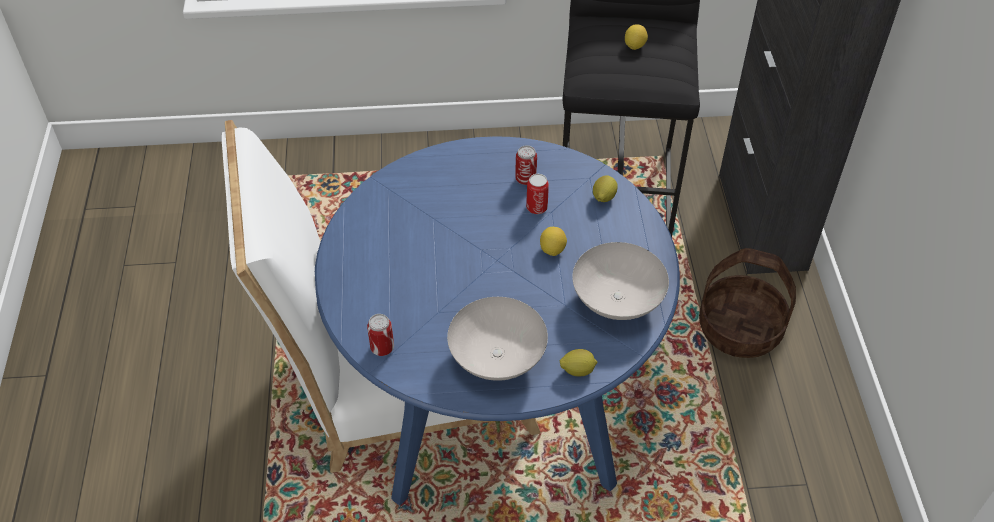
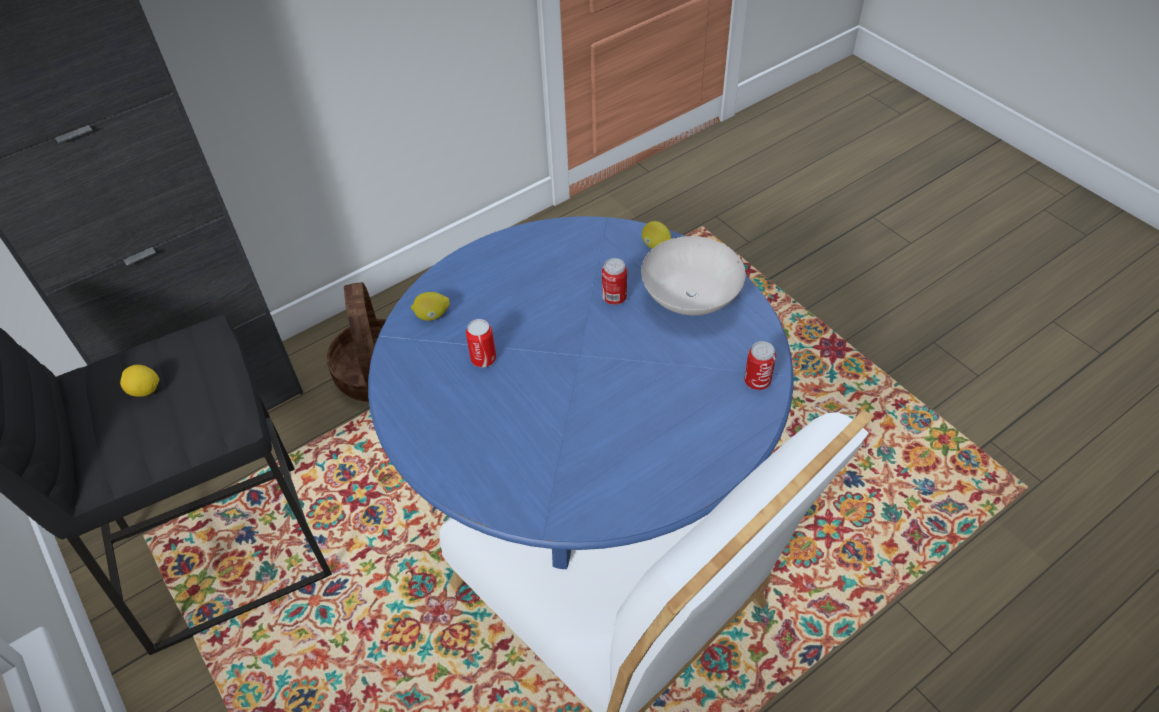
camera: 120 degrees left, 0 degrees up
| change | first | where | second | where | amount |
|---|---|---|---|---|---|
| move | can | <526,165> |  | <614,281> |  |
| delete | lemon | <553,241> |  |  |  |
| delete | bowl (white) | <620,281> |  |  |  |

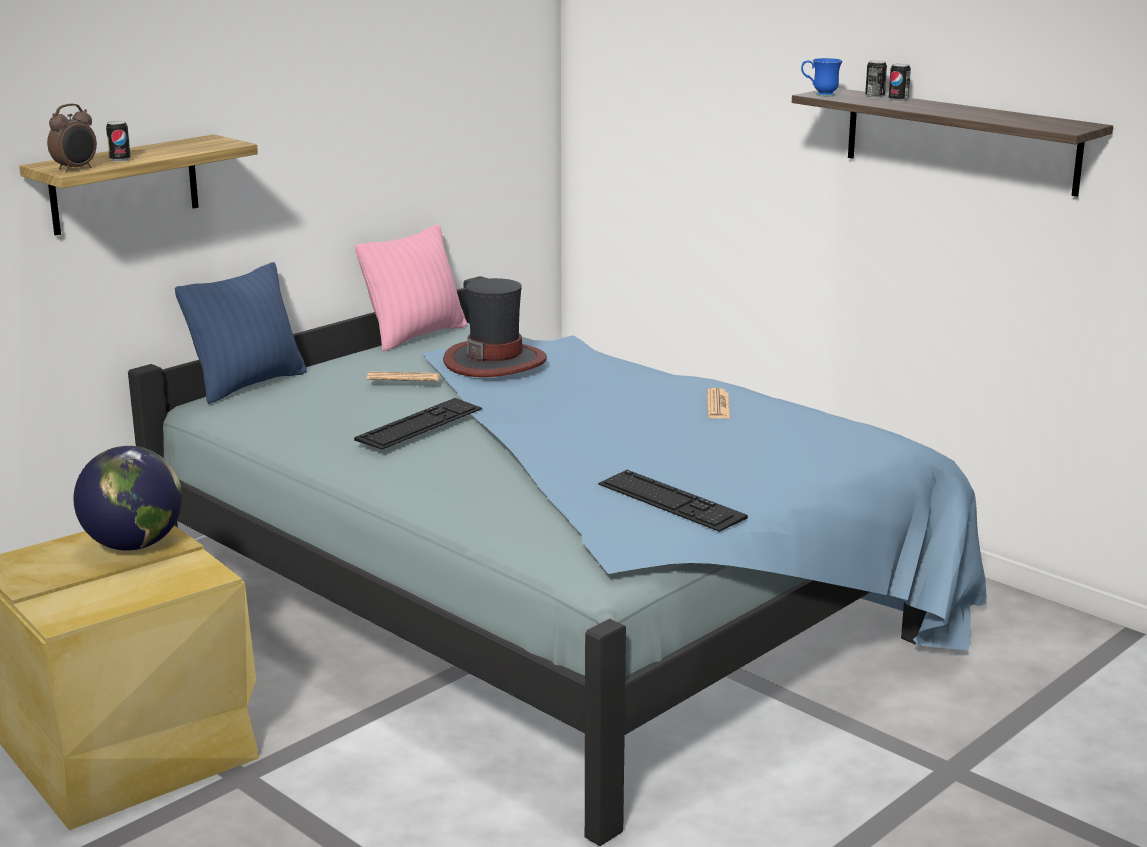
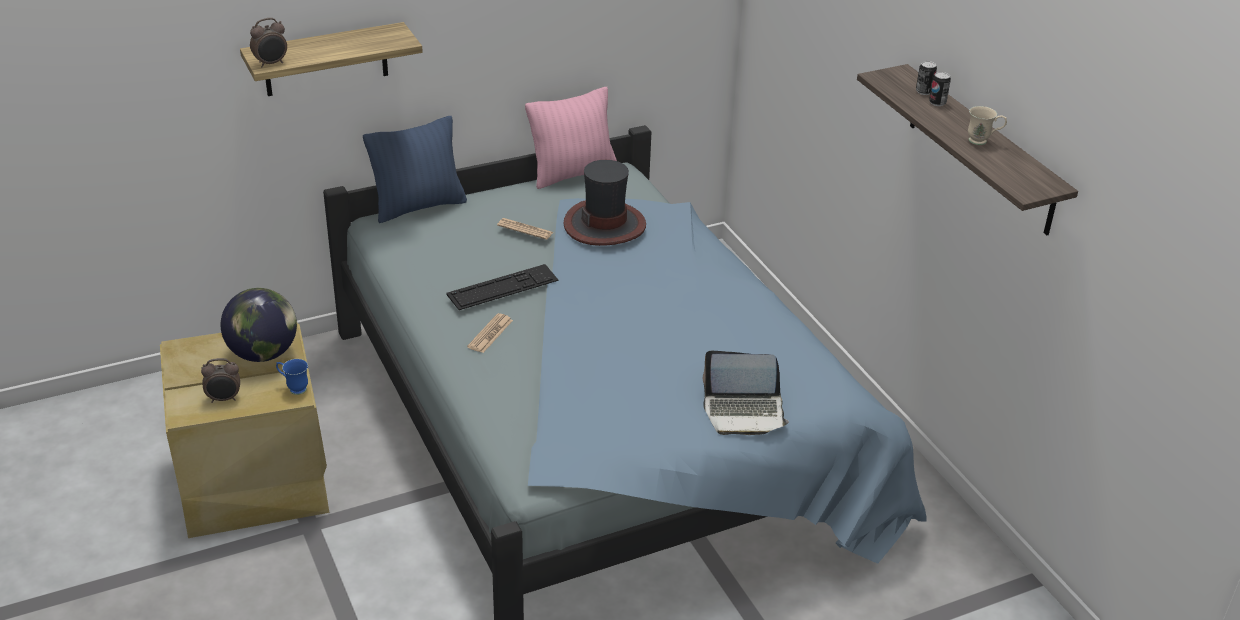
camera: 20 degrees right, 15 degrees up
| change | first | where | second | where | amount |
|---|---|---|---|---|---|
| move | mug (blue) | <821,77> |  | <292,377> |  |
| delete | can | <118,141> |  |  |  |
| move | newspaper | <718,403> |  | <490,333> |  |
| delete | keyboard | <673,501> |  |  |  |
| insert |  |  | mug (beige) | <987,125> |  |
| insert |  |  | laptop | <746,393> |  |
| insert |  |  | alarm clock | <220,380> |  |

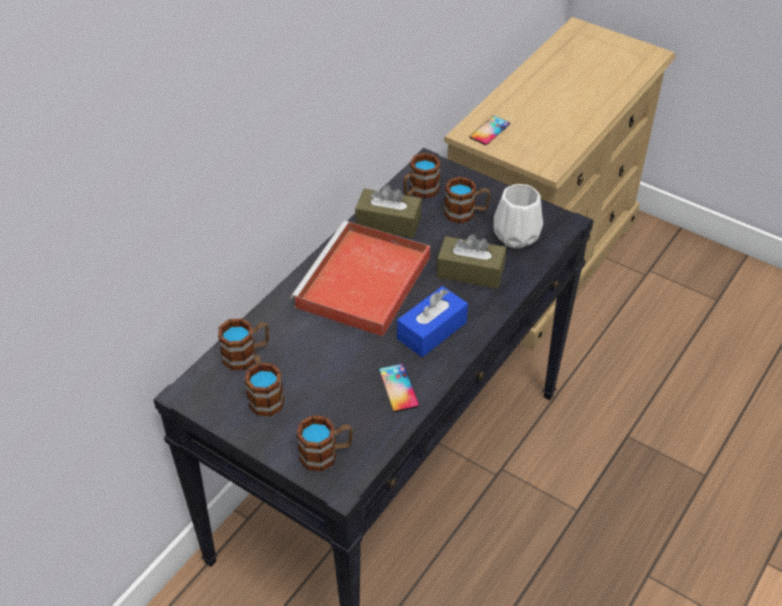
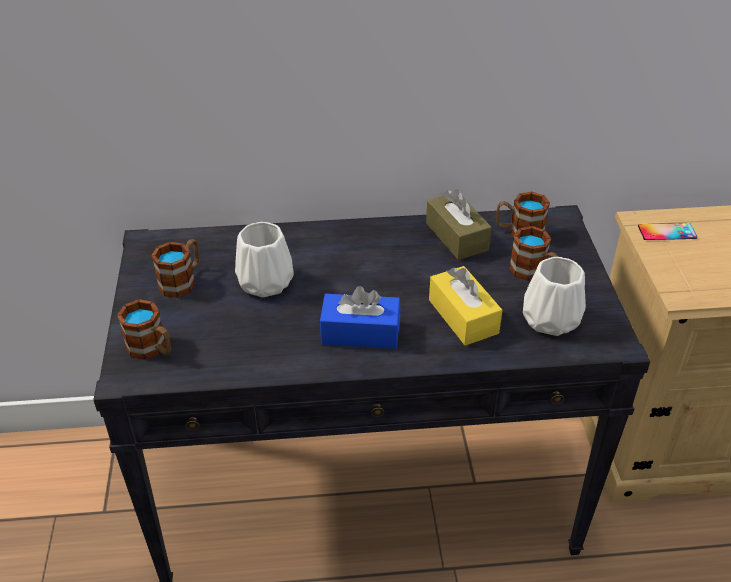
camera: 50 degrees right, 5 degrees down
| change | first | where | second | where | amount |
|---|---|---|---|---|---|
| delete | tray (red) | <360,278> |  |  |  |
| recolor | tissue box (brown) | <471,261> | tissue box (yellow) | <465,305> |  |
| delete | mug | <243,344> |  |  |  |
| delete | phone | <399,388> |  |  |  |
| insert |  |  | vase (white) | <264,260> |  |

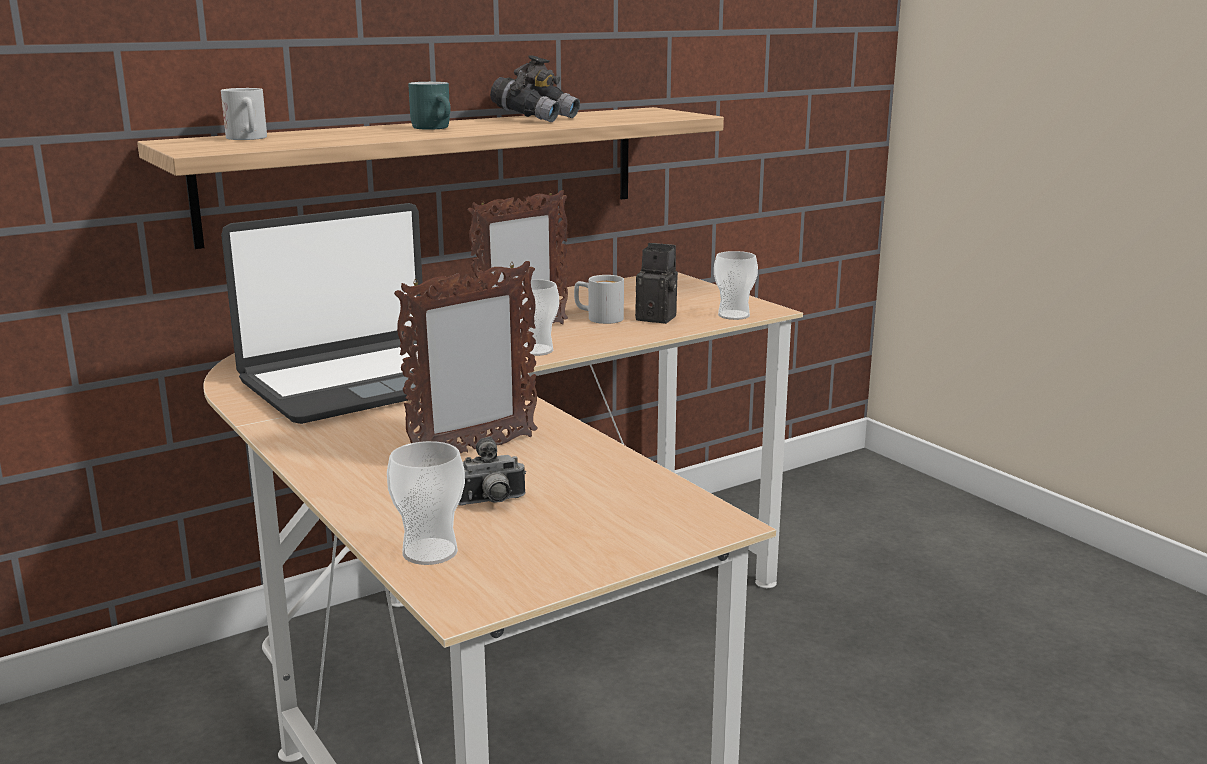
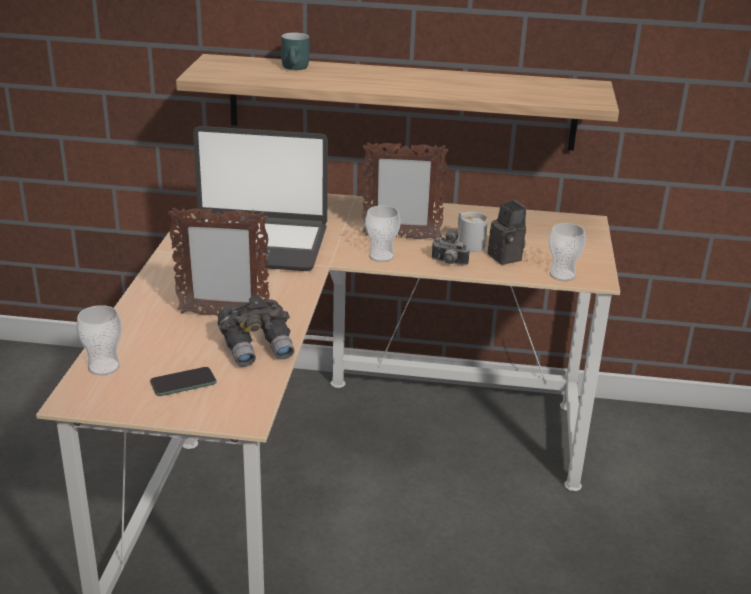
camera: 40 degrees right, 10 degrees up
| change | first | where | second | where | amount |
|---|---|---|---|---|---|
| move | binoculars (grey) | <535,88> |  | <256,331> |  |
| move | mug (turquoise) | <429,106> |  | <295,51> |  |
| delete | mug (white) | <244,114> |  |  |  |
| move | photo camera | <492,471> |  | <450,248> |  |
| insert |  |  | phone | <183,381> |  |

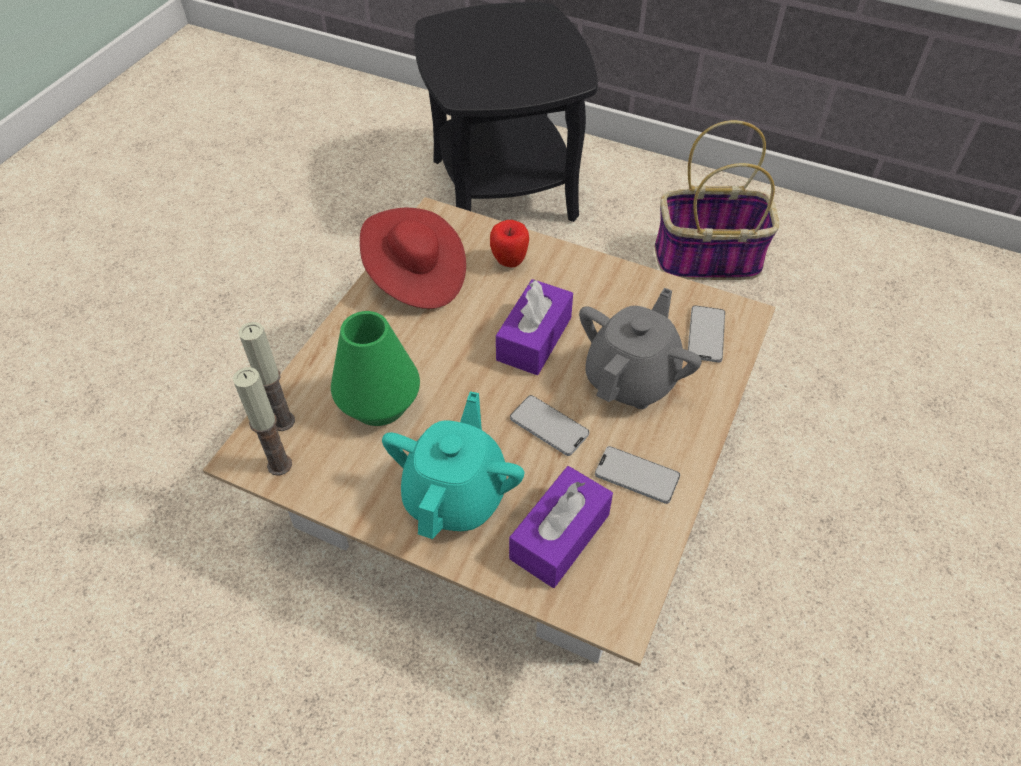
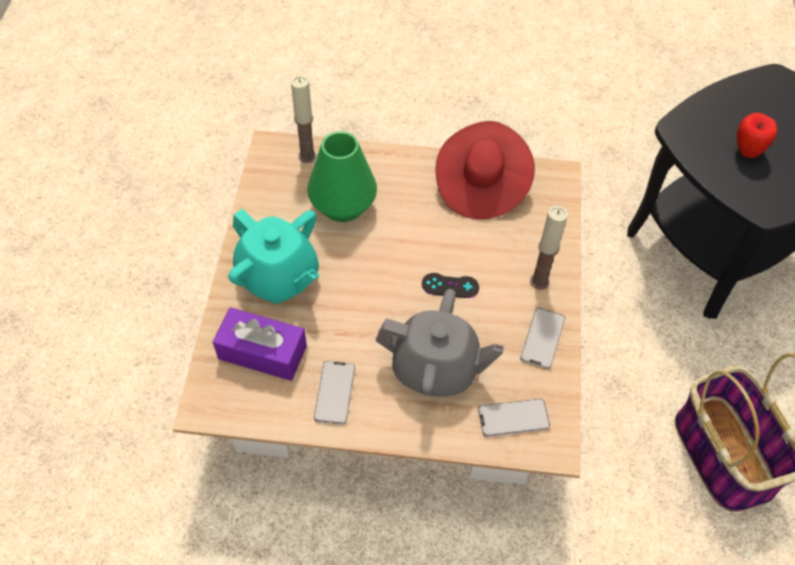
camera: 70 degrees right, 5 degrees up
| change | first | where | second | where | amount |
|---|---|---|---|---|---|
| move | apple | <509,244> |  | <757,135> |  |
| replace | tissue box (purple) | <534,327> | game controller (black) | <450,285> |  |
| move | candle | <262,421> |  | <549,247> |  |
| rotate | teapot (turquoise) | <453,465> |  | <273,256> | 45 degrees clockwise |
| move | phone | <549,425> |  | <542,338> |  |

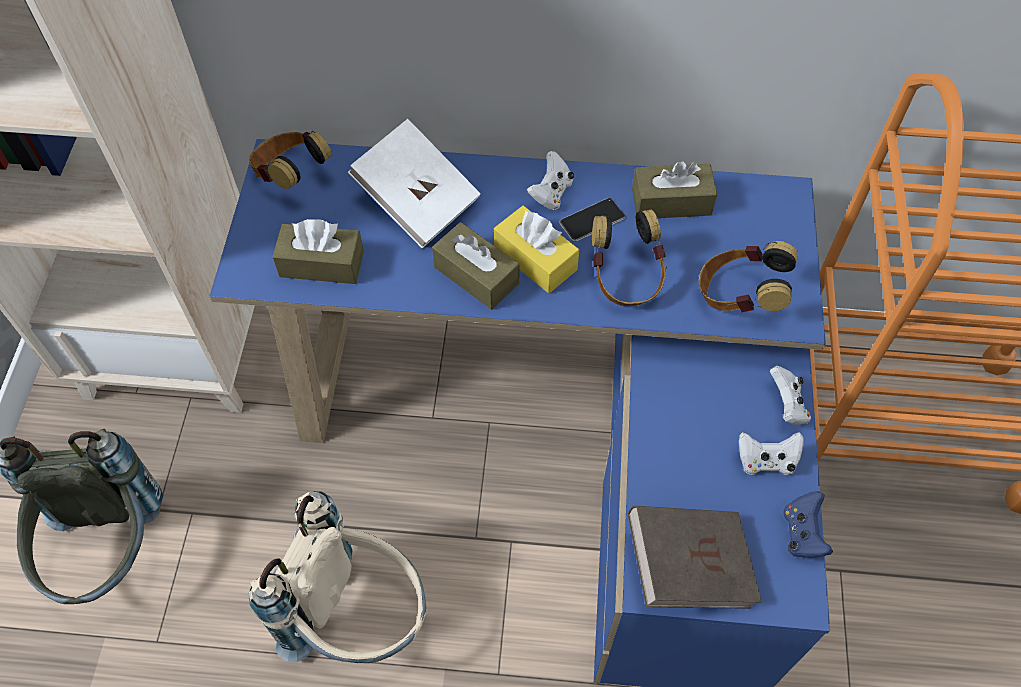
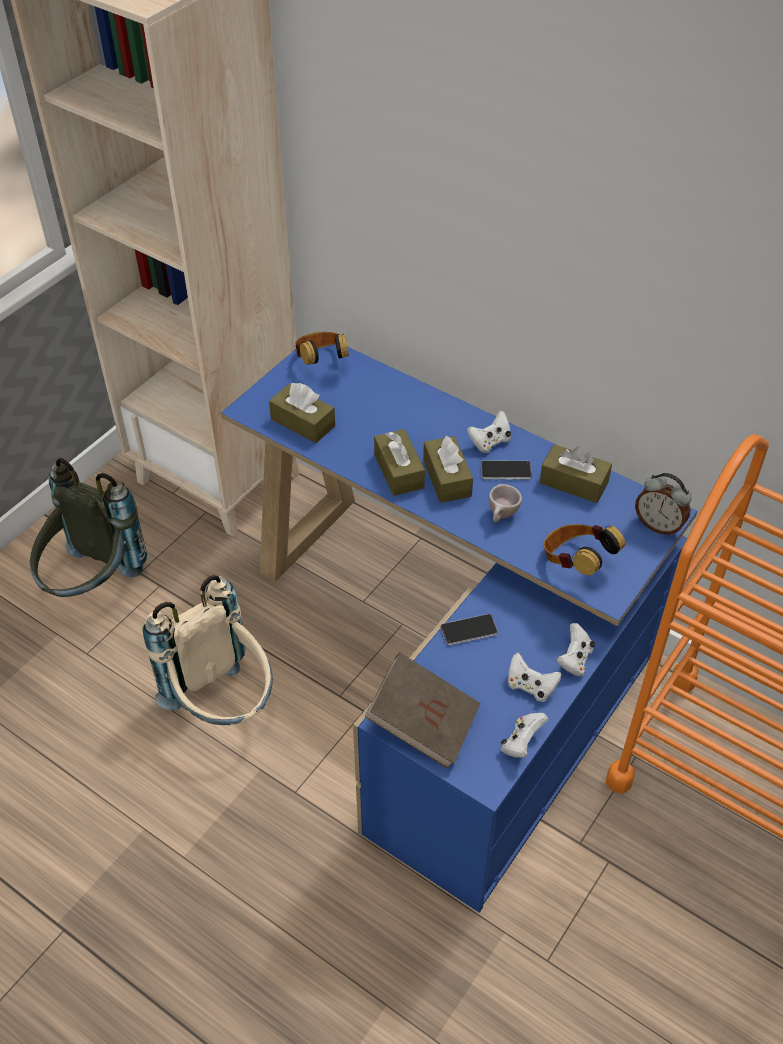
camera: 30 degrees right, 10 degrees down
| change | first | where | second | where | amount |
|---|---|---|---|---|---|
| delete | book (white) | <414,183> |  |  |  |
| recolor | tissue box (yellow) | <536,249> | tissue box (brown) | <448,469> |  |
| replace | headphones | <629,258> | cup (beige) | <505,503> |  |
| recolor | game controller (blue) | <808,524> | game controller (white) | <524,735> |  |
| insert |  |  | alarm clock | <663,504> |  |
| insert |  |  | phone | <469,629> |  |

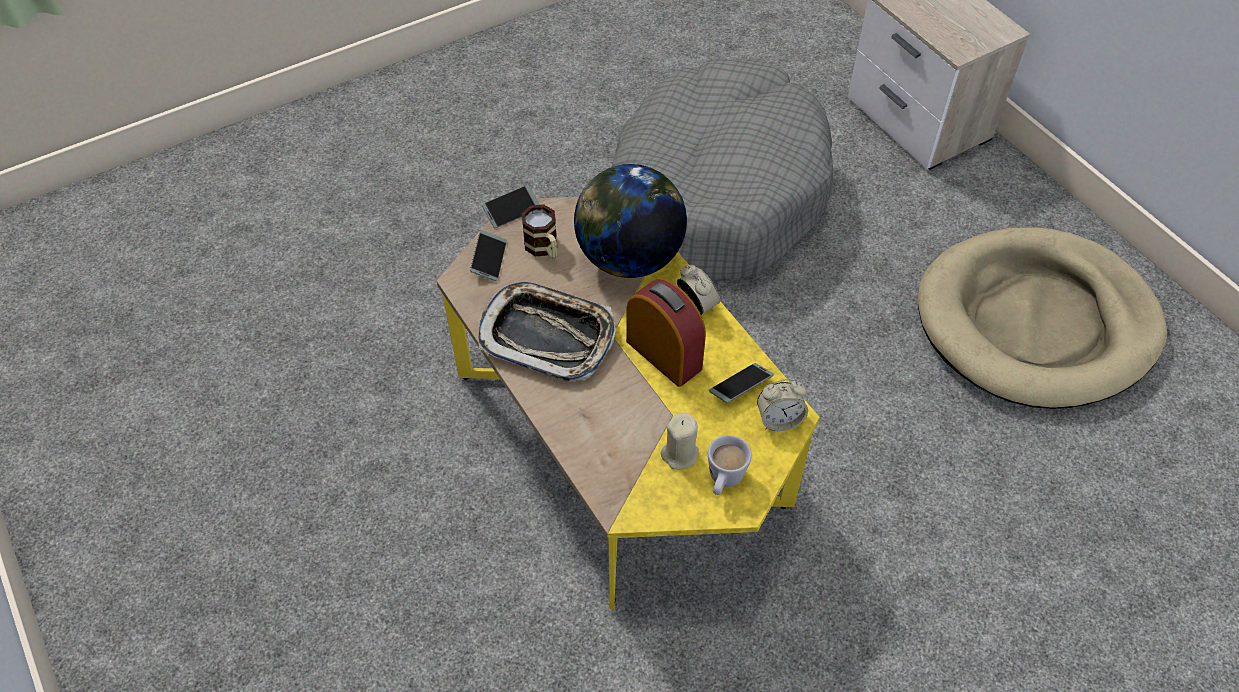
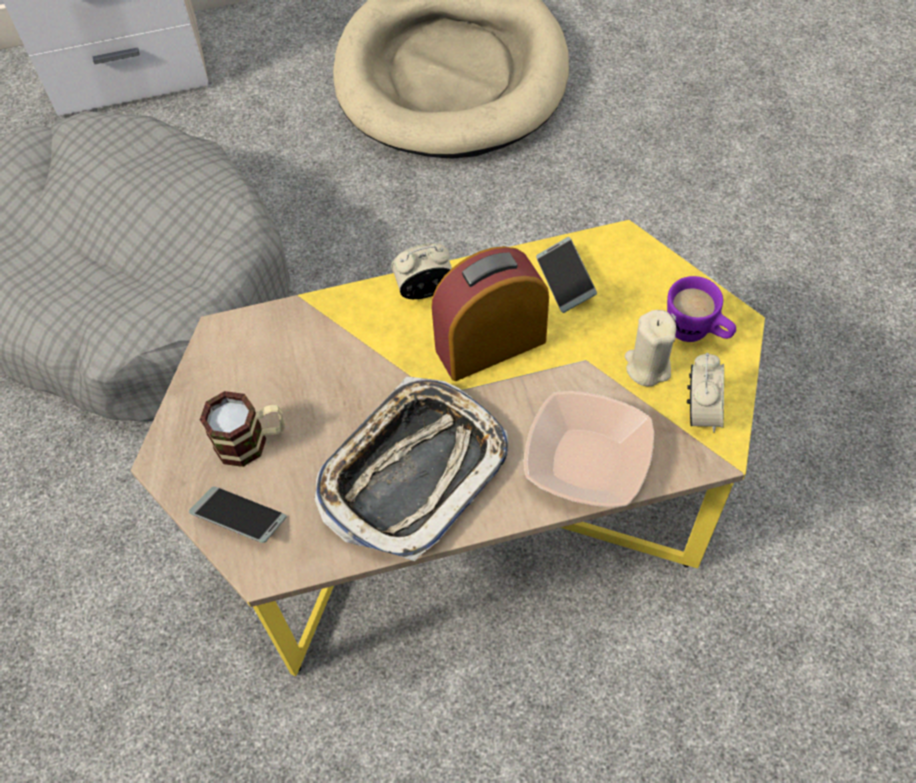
camera: 70 degrees left, 5 degrees up
| change | first | where | second | where | amount |
|---|---|---|---|---|---|
| delete | globe | <630,221> |  |  |  |
| delete | phone | <511,206> |  |  |  |
| move | alarm clock | <782,405> |  | <705,393> |  |
| recolor | mug (white) | <730,465> | mug (purple) | <701,309> |  |
| insert |  |  | bowl | <589,449> |  |

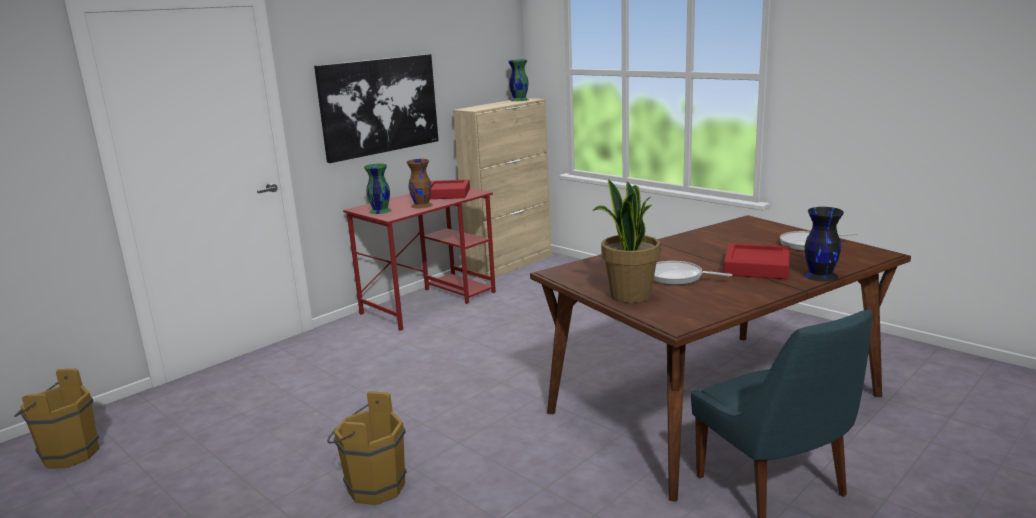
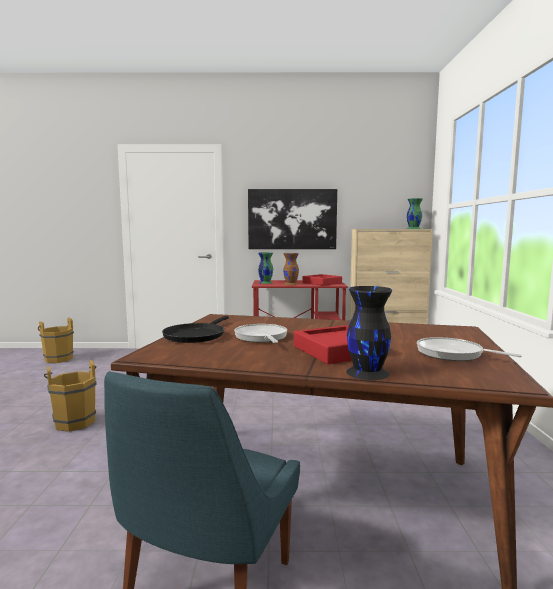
camera: 45 degrees right, 10 degrees down
| change | first | where | second | where | amount |
|---|---|---|---|---|---|
| replace | potted plant | <626,241> | frying pan (black) | <195,329> |  |

